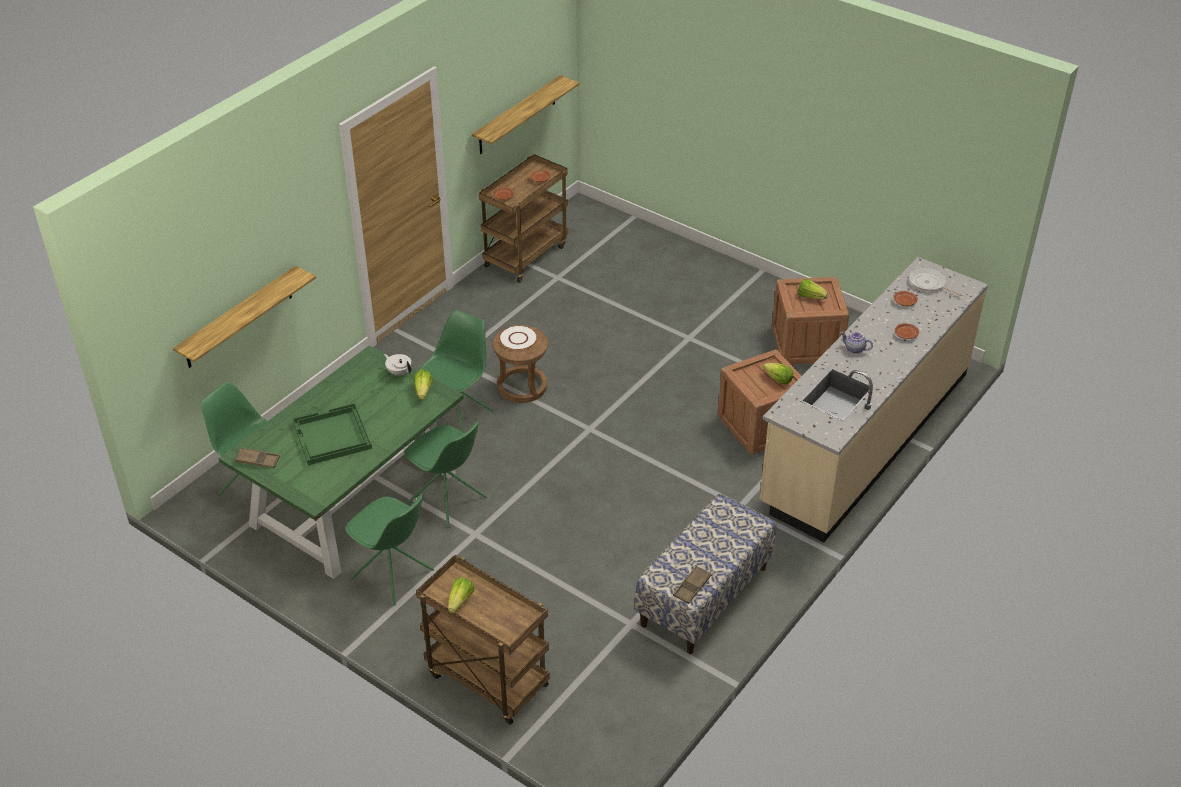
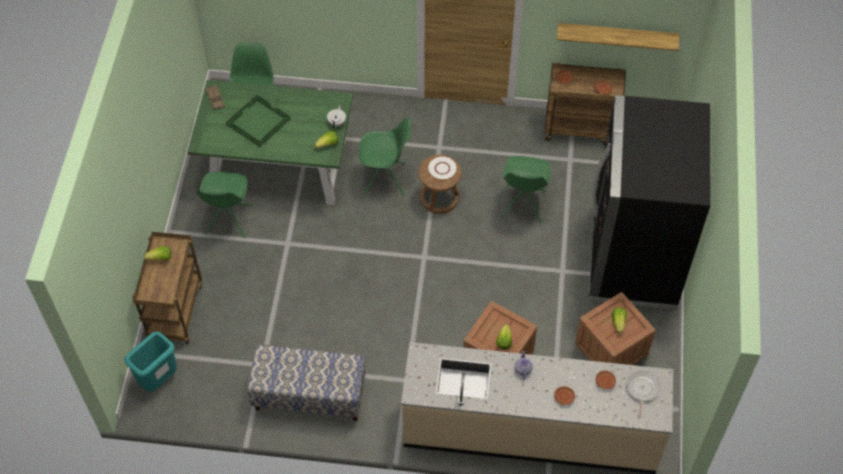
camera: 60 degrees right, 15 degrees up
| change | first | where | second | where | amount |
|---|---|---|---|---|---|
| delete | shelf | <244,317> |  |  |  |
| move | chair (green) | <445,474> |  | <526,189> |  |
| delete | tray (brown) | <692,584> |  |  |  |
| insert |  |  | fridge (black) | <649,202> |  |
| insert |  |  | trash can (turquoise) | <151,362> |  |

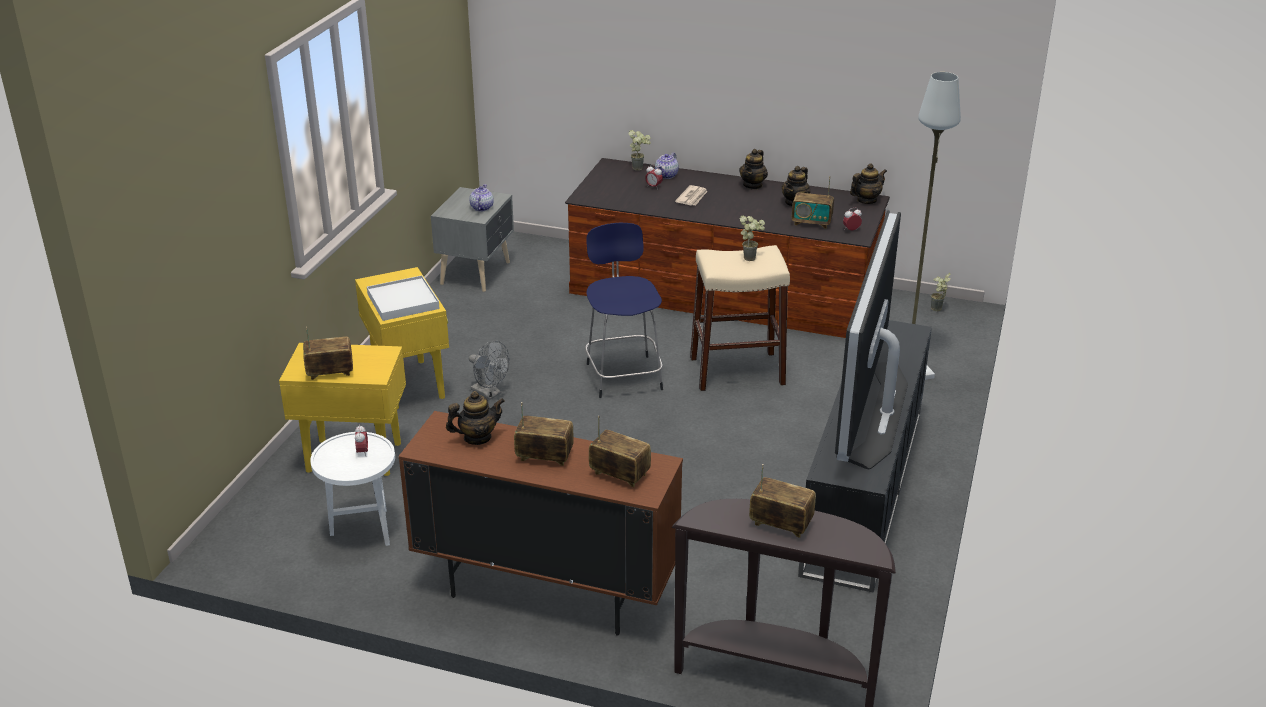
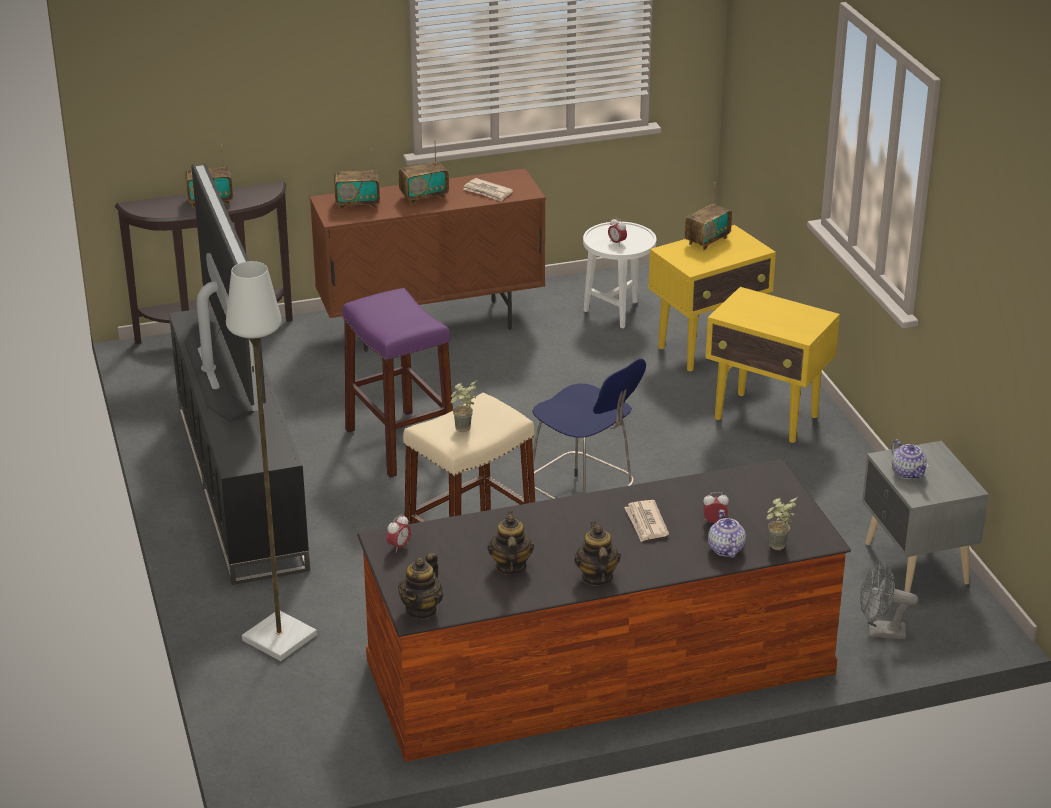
camera: 145 degrees right, 0 degrees up
| change | first | where | second | where | amount |
|---|---|---|---|---|---|
| delete | radio | <813,202> |  |  |  |
| delete | potted plant | <940,292> |  |  |  |
| delete | tray (white) | <403,298> |  |  |  |
| move | fan (grey) | <489,370> |  | <889,600> |  |
| replace | teapot | <475,418> | newspaper | <488,190> |  |
| insert |  |  | stool (purple) | <397,383> |  |

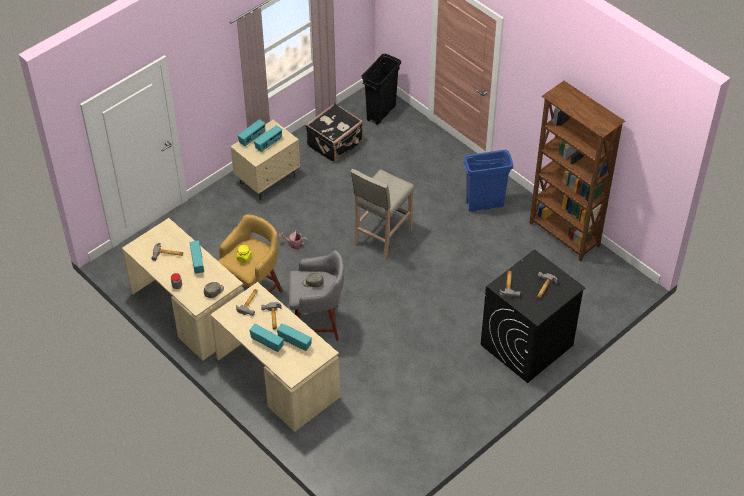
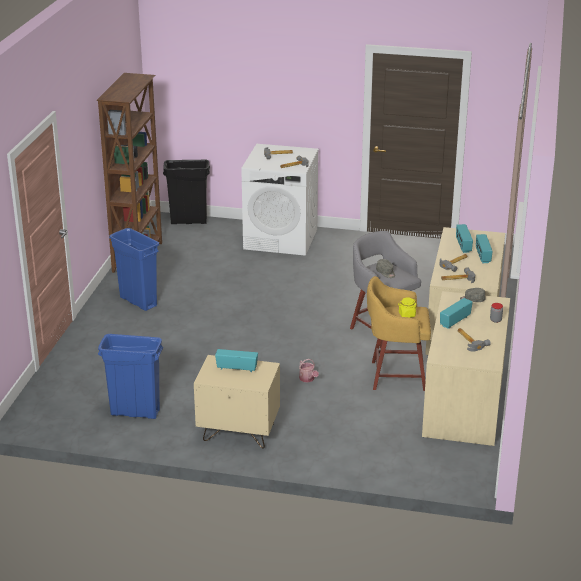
camera: 125 degrees left, 20 degrees down
| change | first | where | second | where | amount |
|---|---|---|---|---|---|
| move | trash can (black) | <381,89> |  | <186,192> |  |
| replace | suitcase (black) | <334,133> | trash can (blue) | <130,376> |  |
| delete | radio | <251,133> |  |  |  |
| delete | stool (beige) | <382,214> |  |  |  |
| recolor | washing machine (black) | <533,316> | washing machine (white) | <280,200> |  |

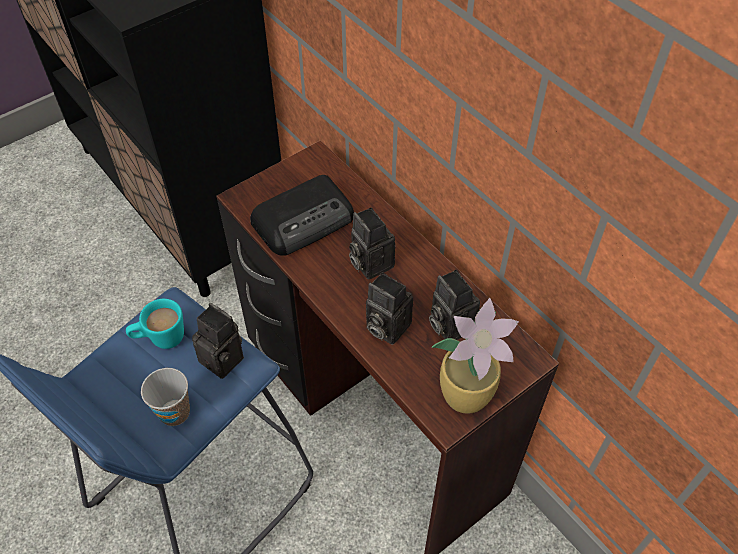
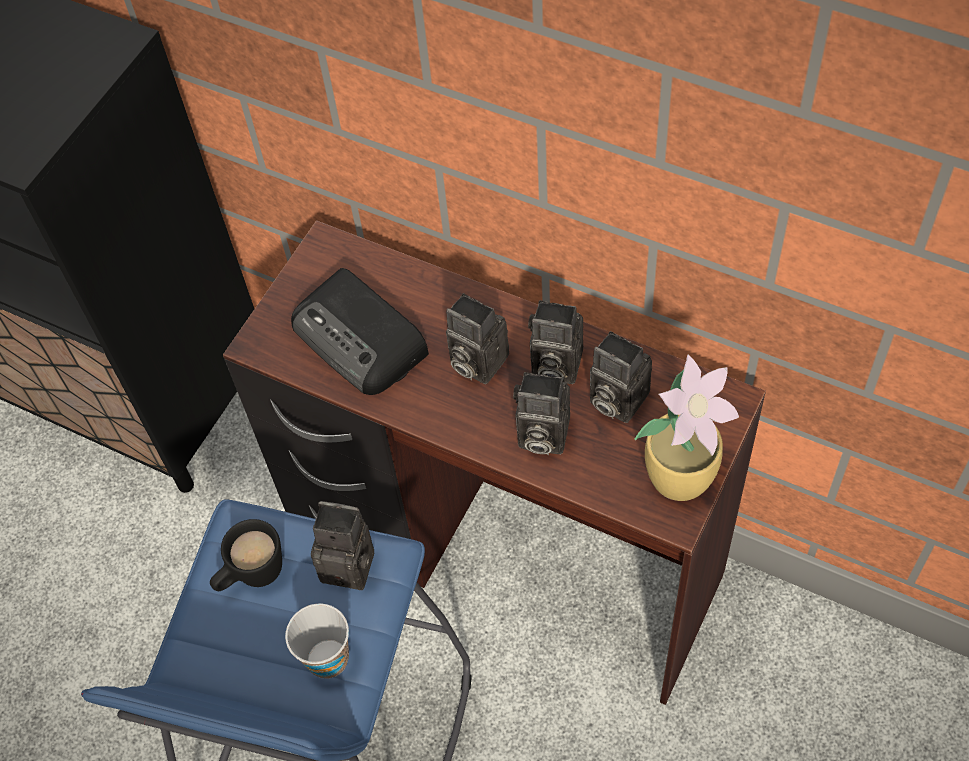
camera: 20 degrees left, 5 degrees up
| change | first | where | second | where | amount |
|---|---|---|---|---|---|
| rotate | radio | <302,215> |  | <360,331> | 105 degrees clockwise |
| recolor | mug (turquoise) | <155,324> | mug (black) | <246,555> |  |
| insert |  |  | photo camera | <555,342> |  |

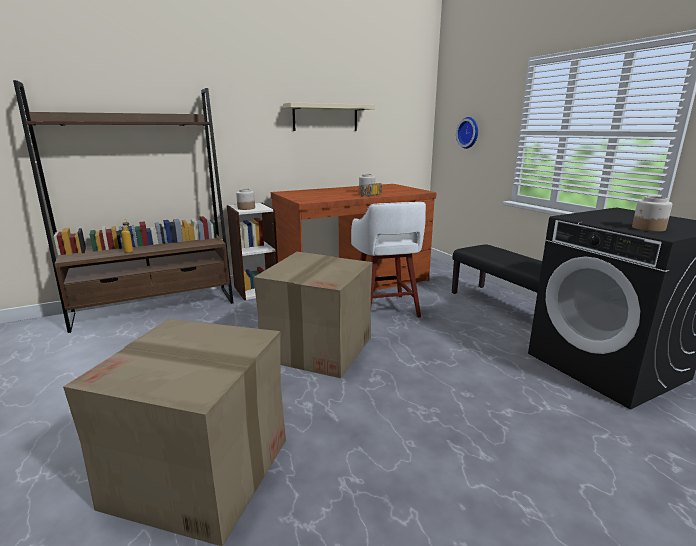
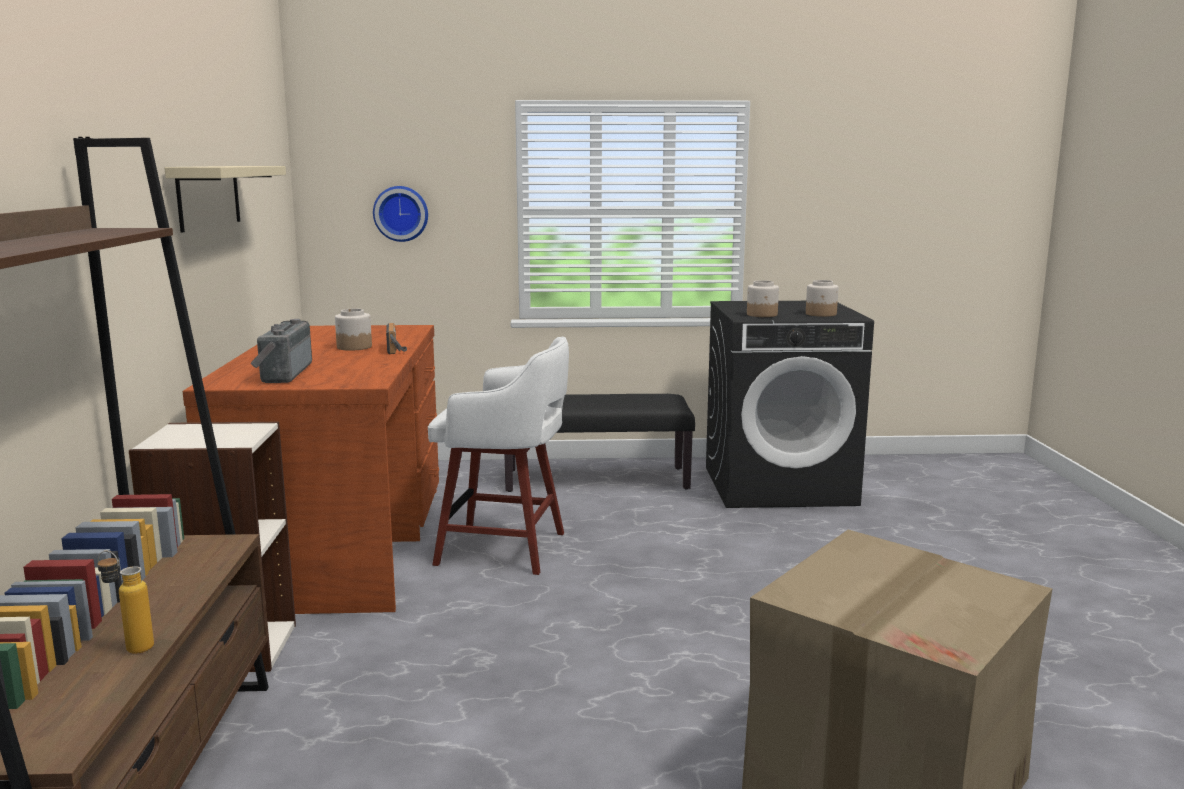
camera: 65 degrees left, 5 degrees down
| change | first | where | second | where | amount |
|---|---|---|---|---|---|
| move | jar | <245,199> |  | <763,298> |  |
| delete | cardboard box | <313,315> |  |  |  |
| insert |  |  | radio | <281,351> |  |

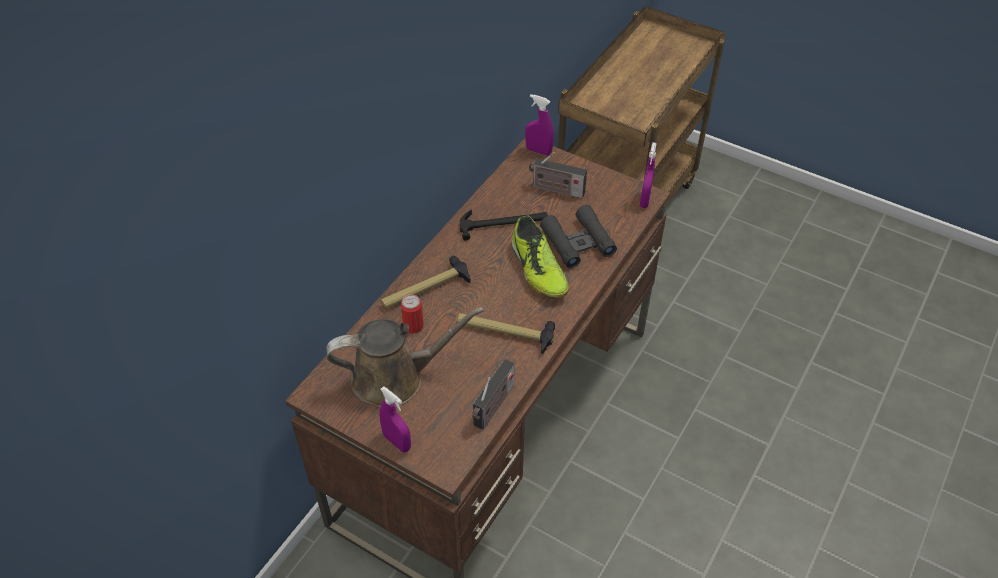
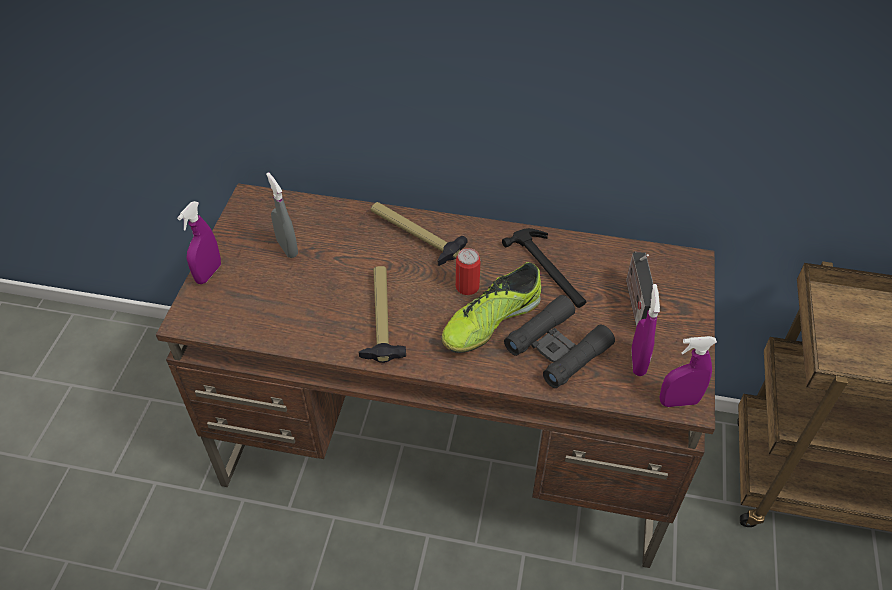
camera: 70 degrees right, 0 degrees up
| change | first | where | second | where | amount |
|---|---|---|---|---|---|
| move | spray bottle (purple) | <539,125> |  | <646,330> |  |
| move | can | <412,314> |  | <468,271> |  |
| replace | watering can (brown) | <405,357> | spray bottle (grey) | <282,215> |  |
| delete | radio | <493,394> |  |  |  |

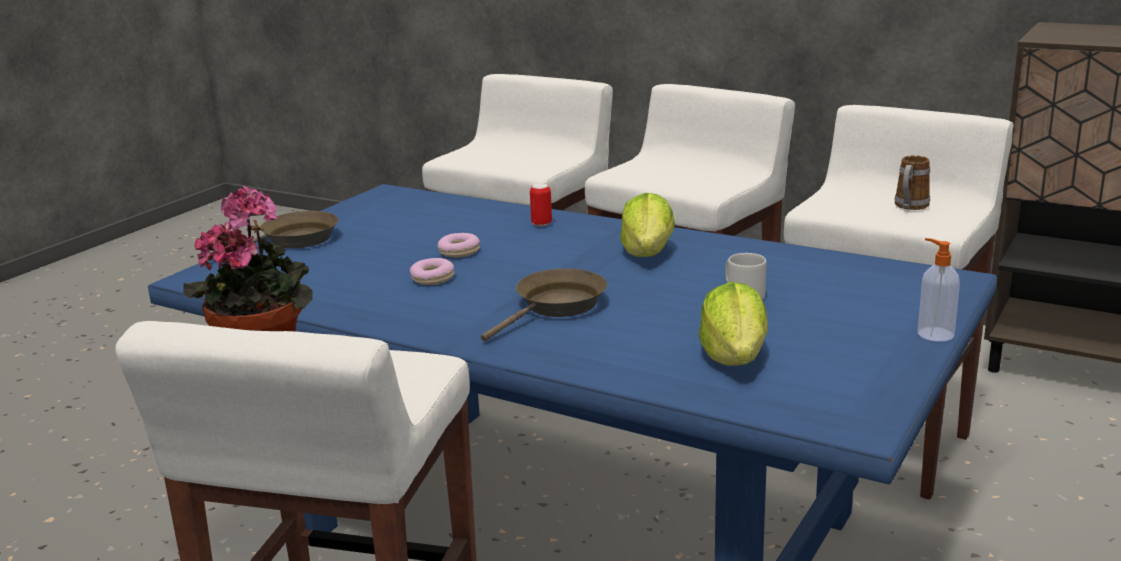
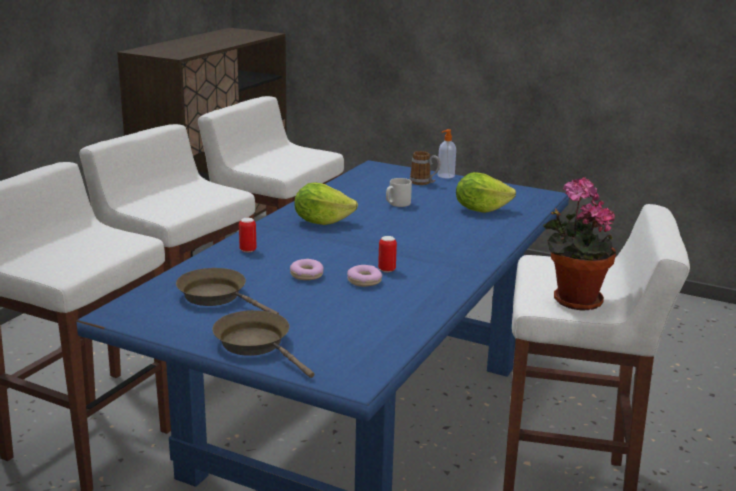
camera: 95 degrees left, 0 degrees up
| change | first | where | second | where | amount |
|---|---|---|---|---|---|
| move | mug | <912,182> |  | <425,168> |  |
| move | frying pan (brown) | <544,304> |  | <227,291> |  |
| insert |  |  | can | <387,254> |  |

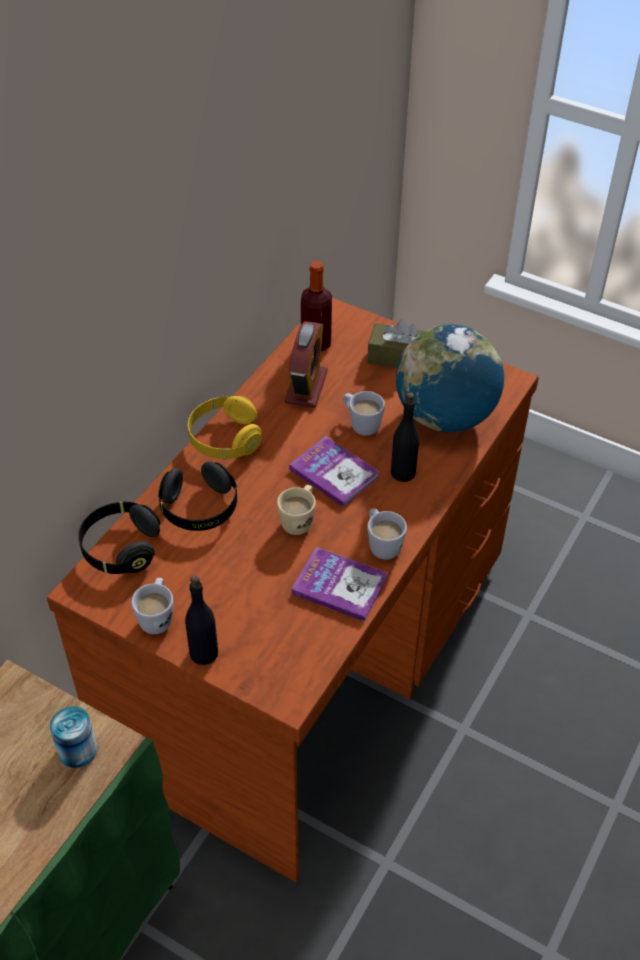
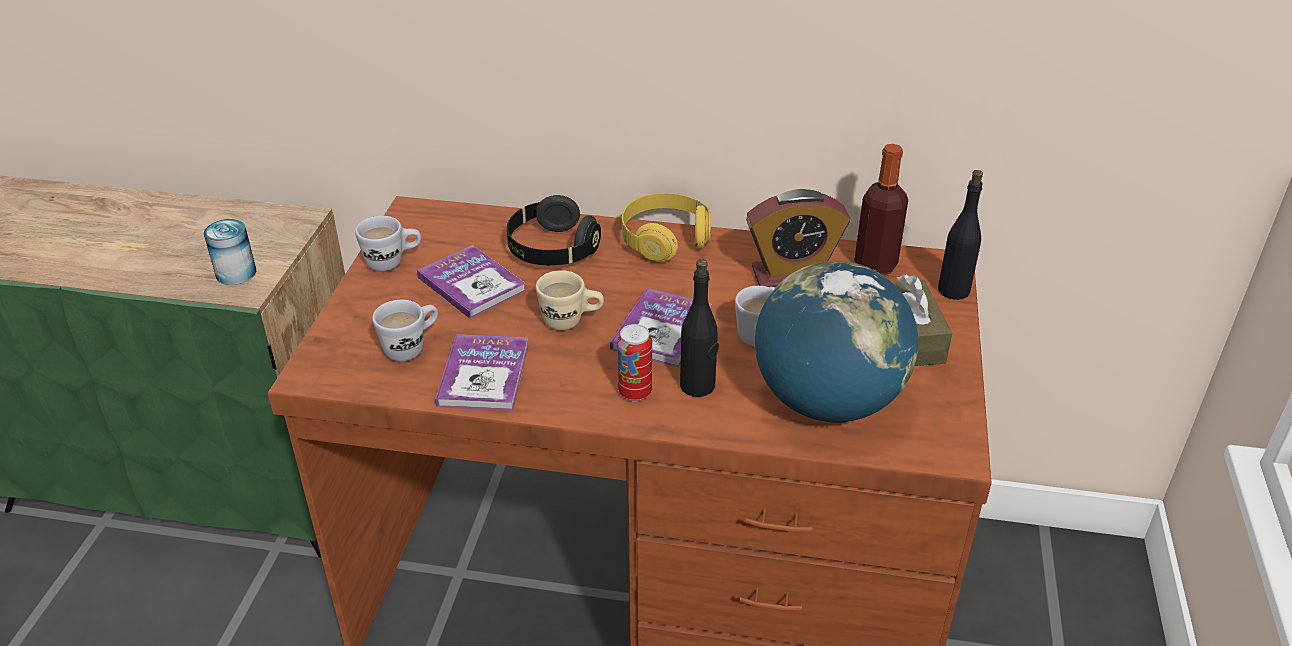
camera: 70 degrees right, 10 degrees down
| change | first | where | second | where | amount |
|---|---|---|---|---|---|
| delete | headphones (black) | <119,537> |  |  |  |
| move | mug (white) | <387,534> |  | <405,331> |  |
| move | bottle (black) | <201,620> |  | <960,235> |  |
| insert |  |  | book | <471,282> |  |
| insert |  |  | can | <634,362> |  |

